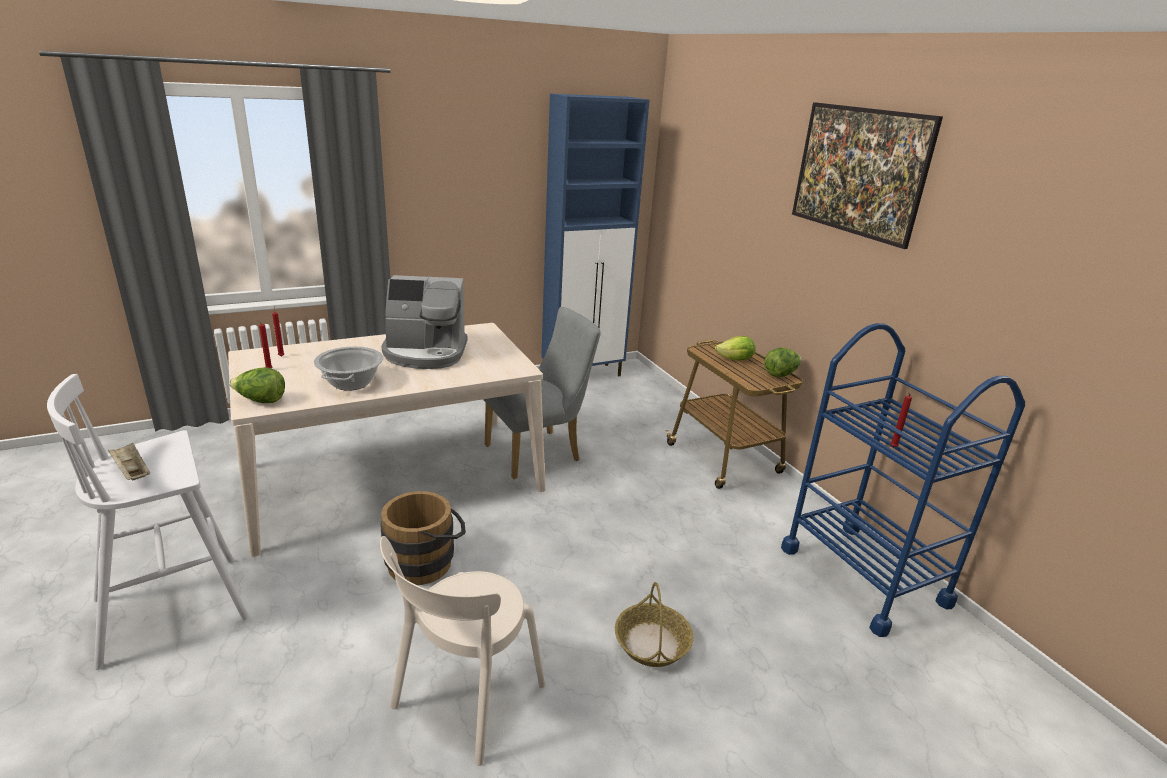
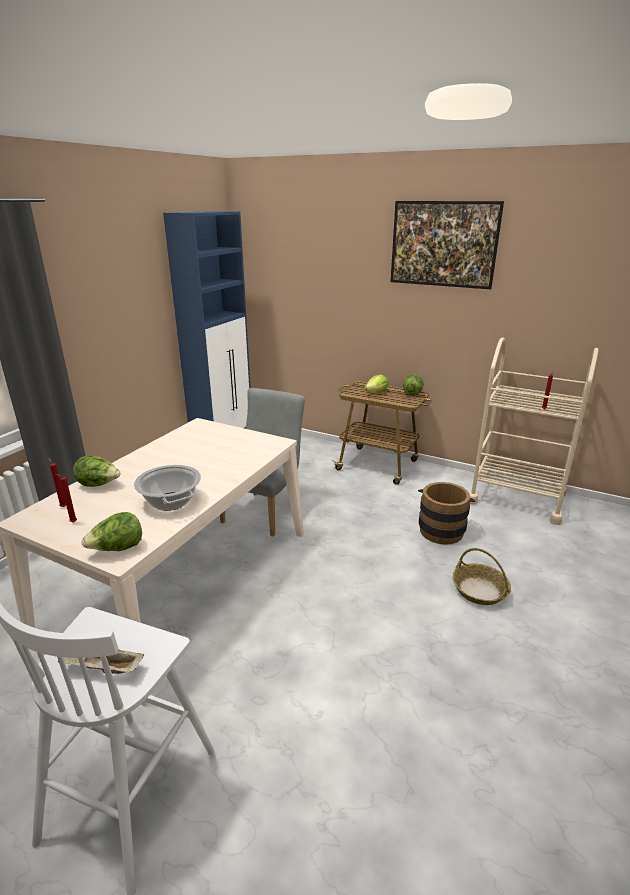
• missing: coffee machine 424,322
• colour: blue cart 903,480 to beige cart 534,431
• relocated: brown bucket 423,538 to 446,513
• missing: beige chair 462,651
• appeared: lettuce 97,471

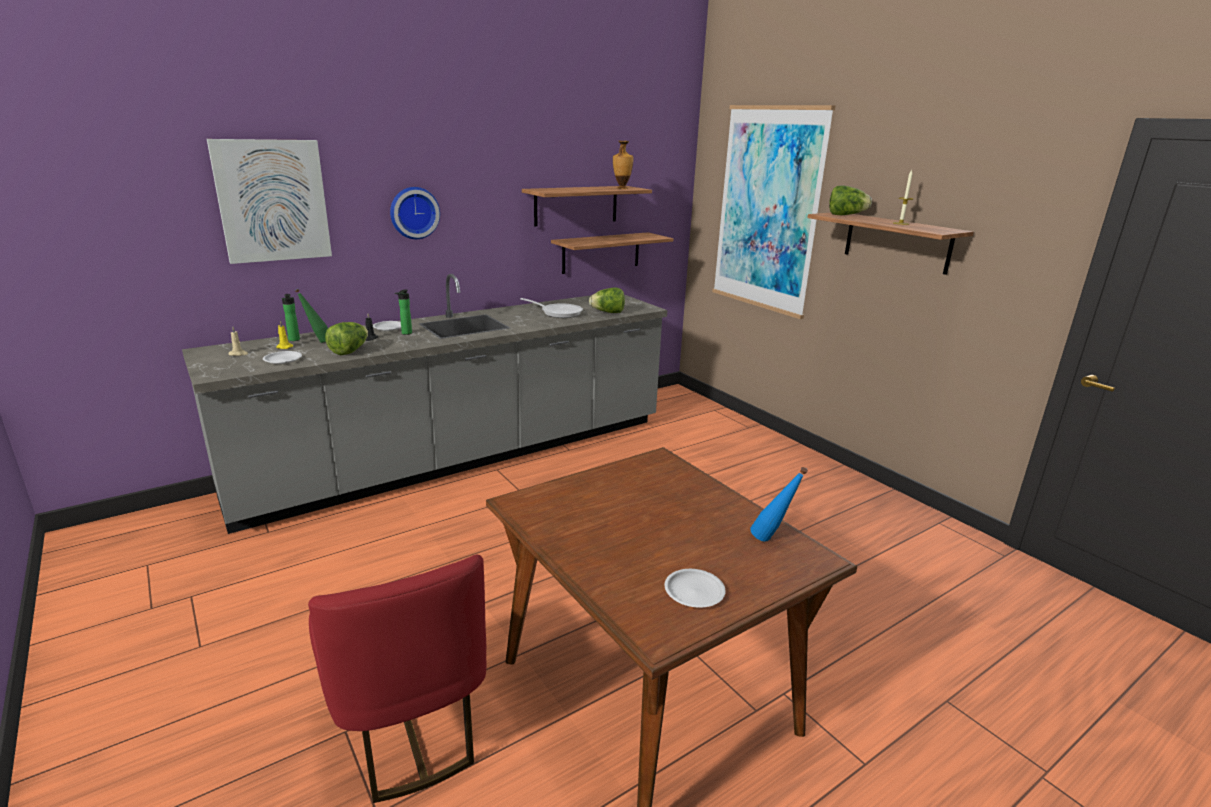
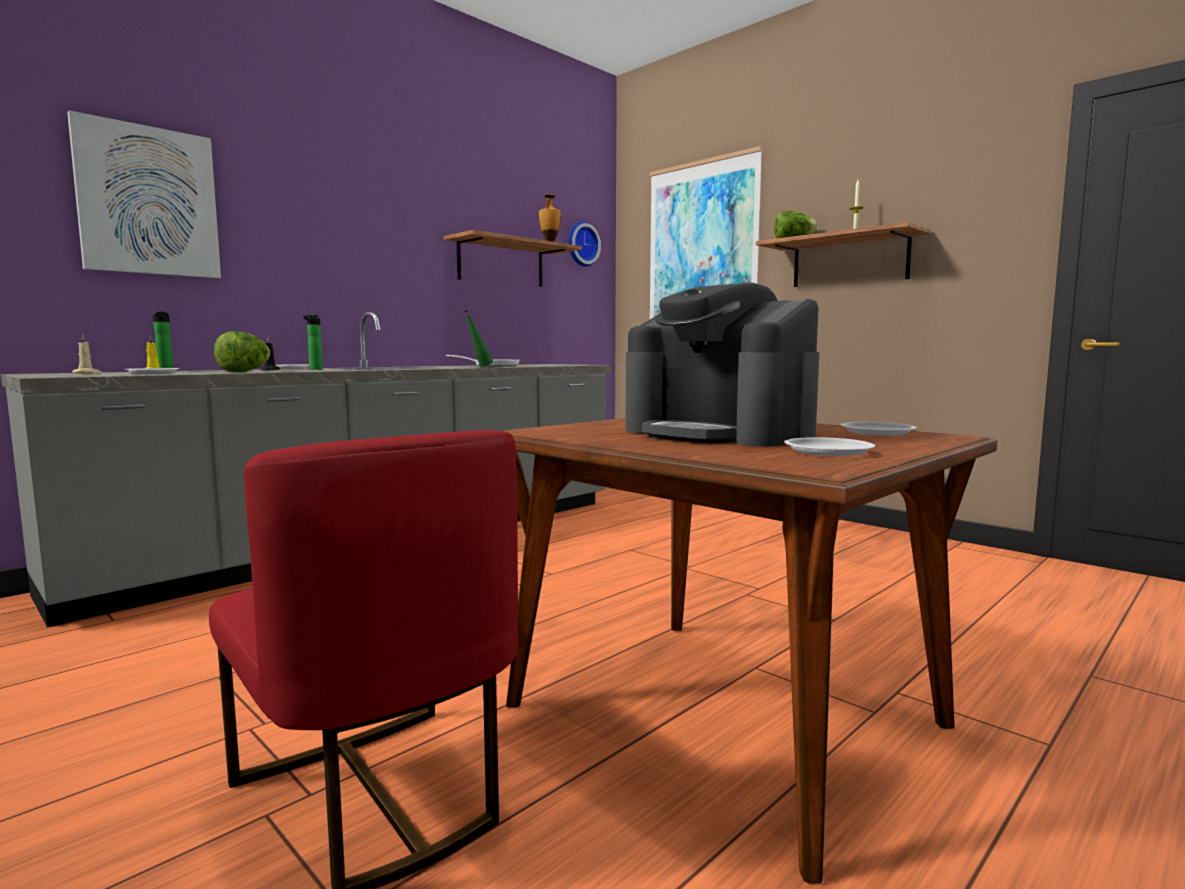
• relocated: wall clock 415,213 to 584,244
• missing: shelf 612,253
• missing: lettuce 607,300
• relocated: green bottle 311,316 to 478,338
• exchanged: blue bottle 779,504 to white plate 879,429
• appeared: coffee machine 722,364

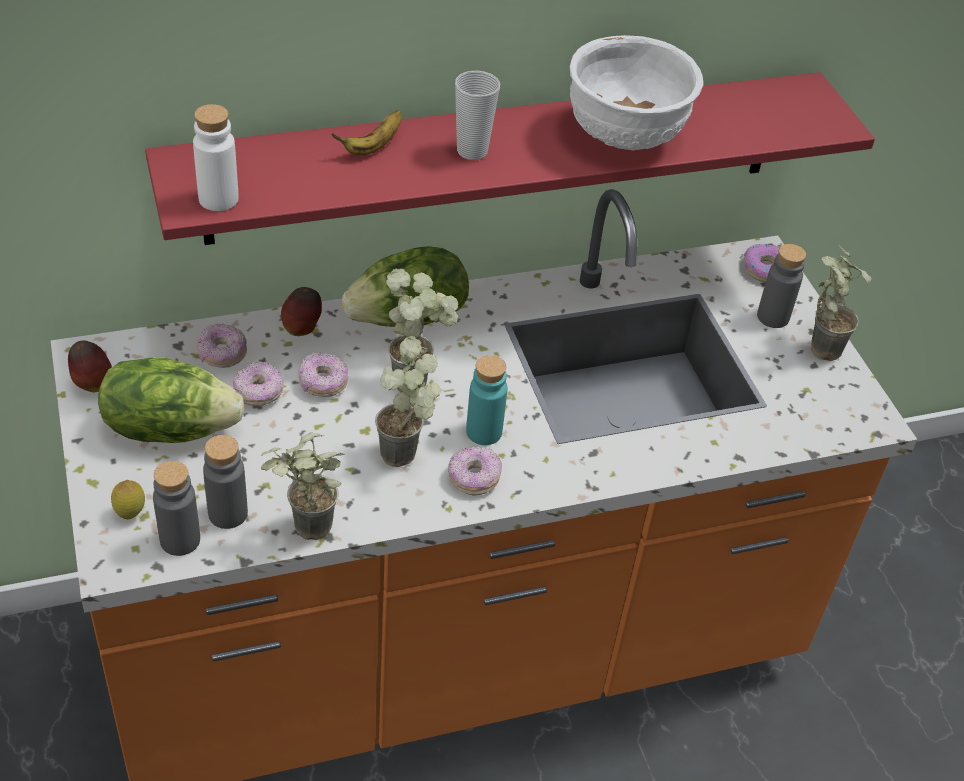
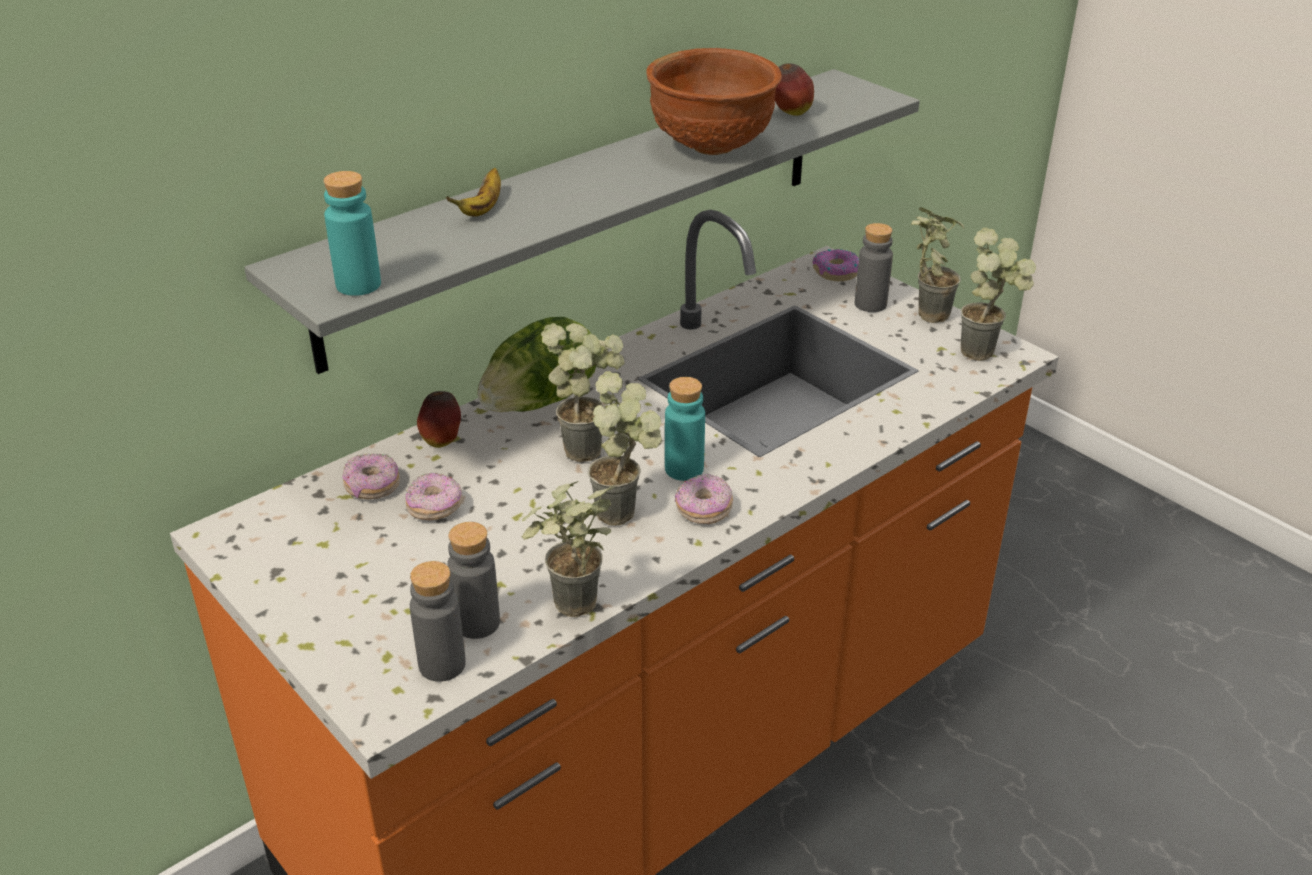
• colour: white bowl 636,93 to brown bowl 714,101
• missing: cup 477,115
• colour: red shelf 510,158 to grey shelf 582,221
• colour: white bottle 216,157 to turquoise bottle 352,233
• relocated: apple 90,366 to 794,89
• missing: donut 323,374
• missing: lettuce 171,400
• missing: lemon 128,499
• appeared: potted plant 998,294

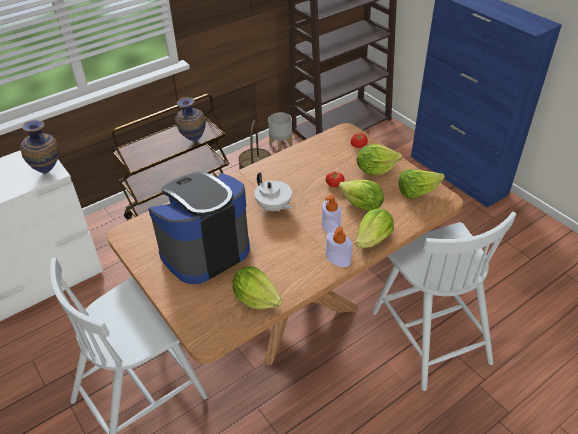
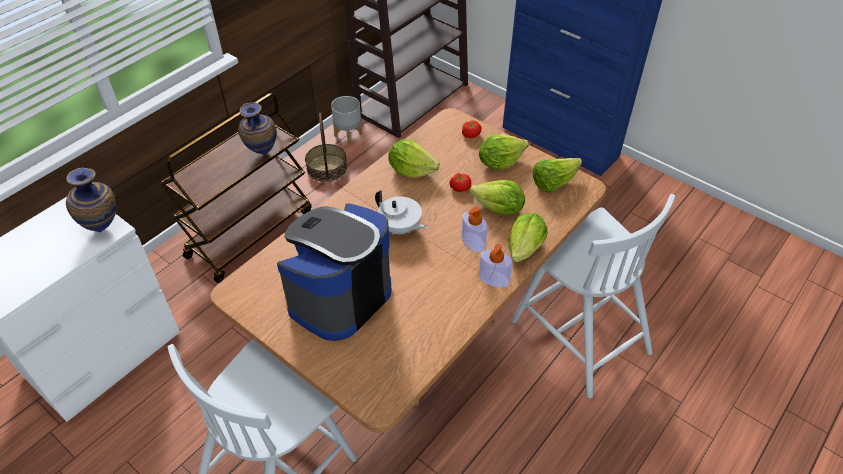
• relocated: lettuce 257,287 to 414,158

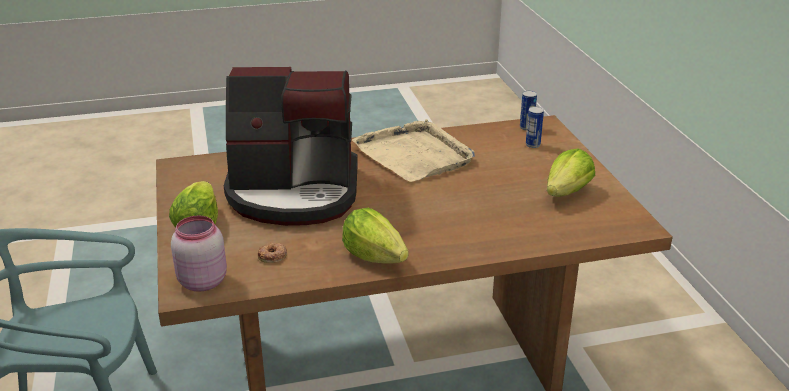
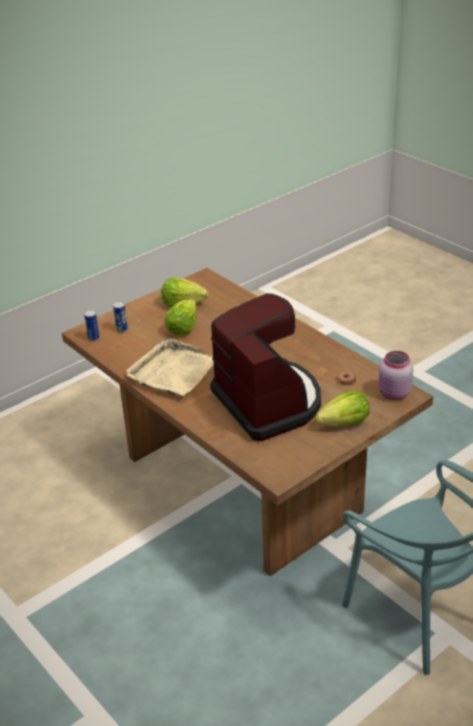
• relocated: lettuce 375,236 to 181,317

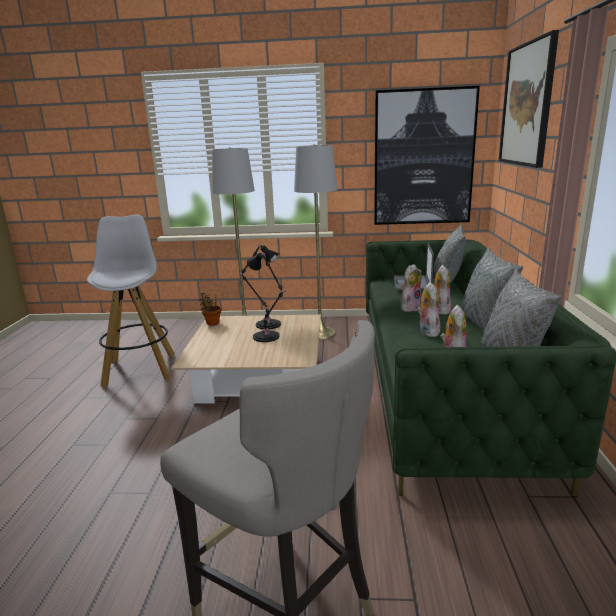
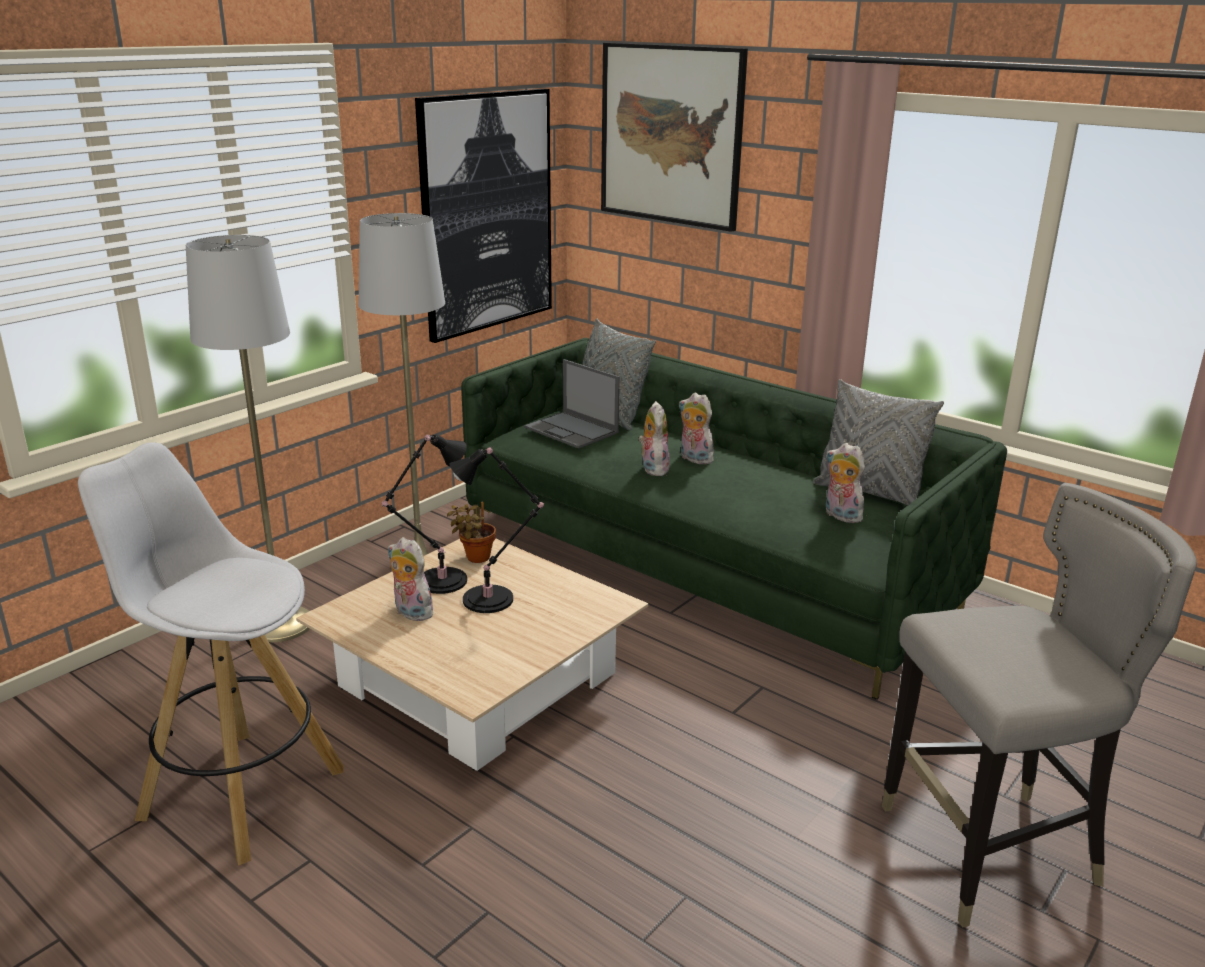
• missing: grey pillow 491,289
• relocated: plush toy 428,309 to 412,579
• relocated: potted plant 209,309 to 471,532

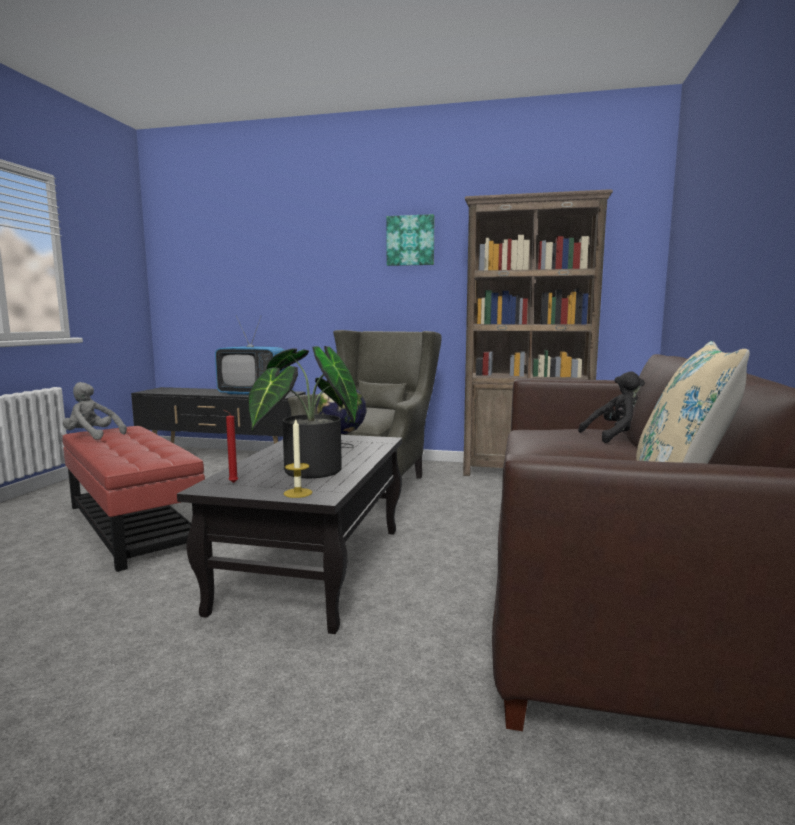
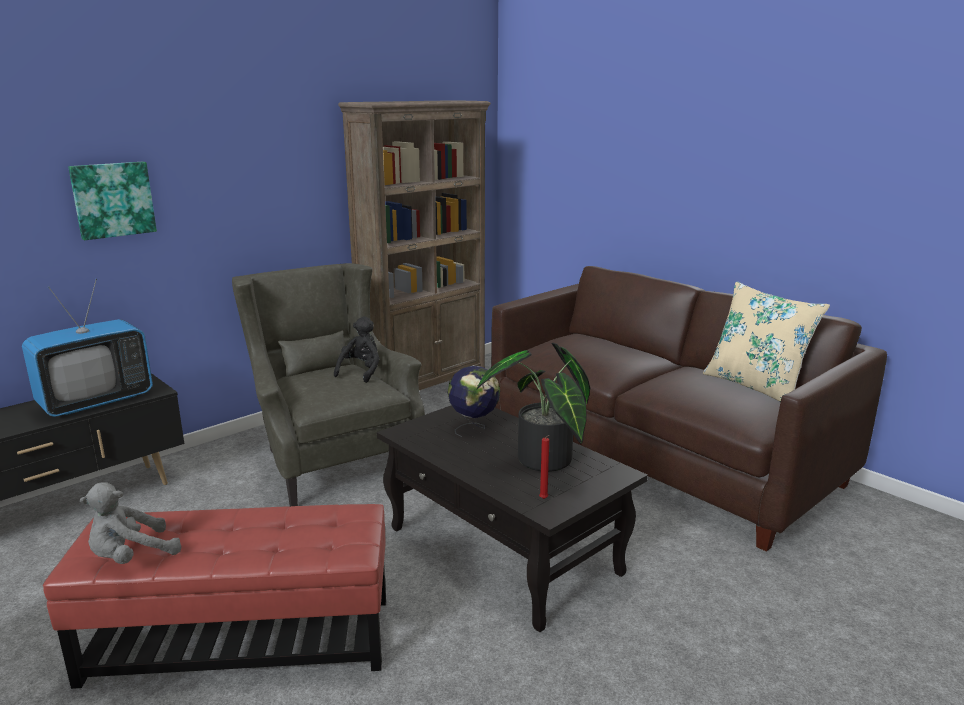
• relocated: picture 410,240 to 112,201
• relocated: black plush toy 611,407 to 357,349
• missing: candle 298,458

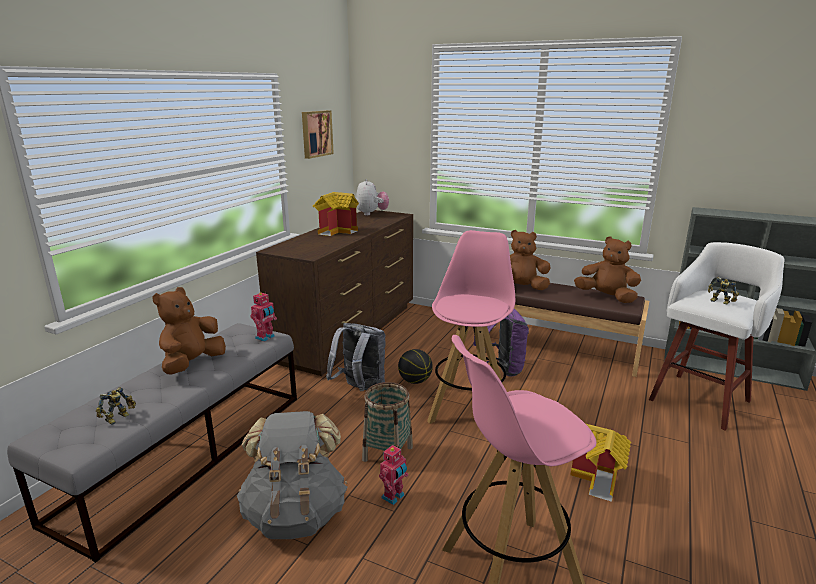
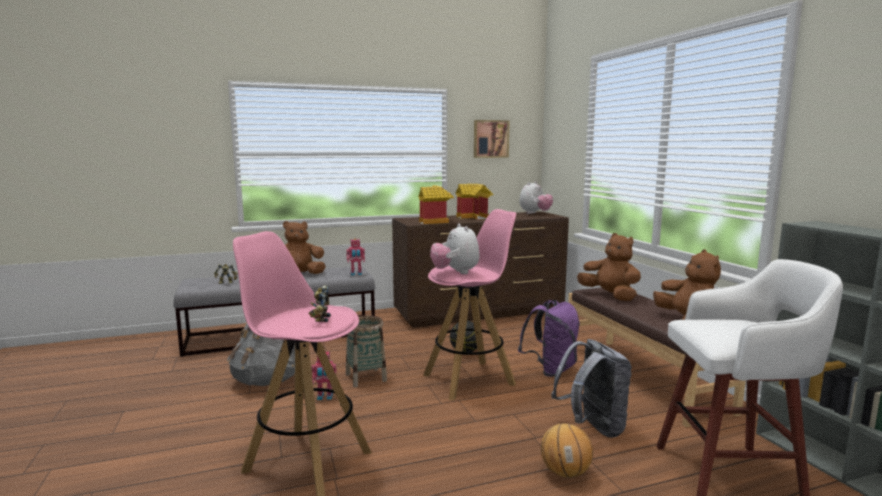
• relocated: toy robot 723,290 to 320,303
• relocated: grey backpack 356,357 to 591,388
• relocated: toy house 601,463 to 436,204
• appeared: plush toy 454,249
• appeared: basketball 567,450

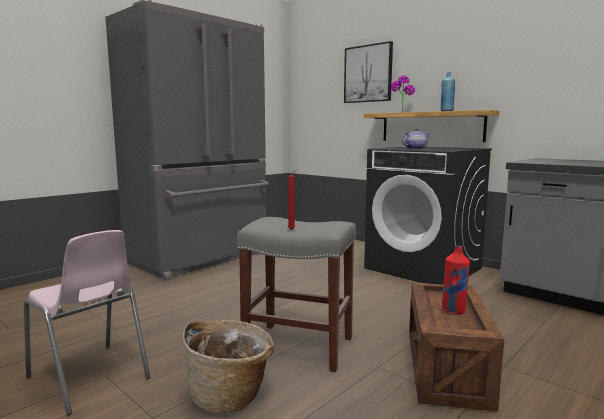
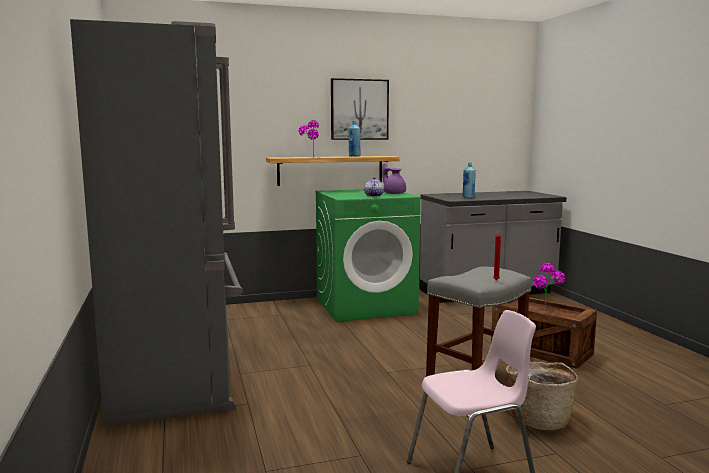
• relocated: picture 368,72 to 360,109
• colour: black washing machine 428,216 to green washing machine 368,255
• exchanged: red bottle 456,280 to potted plant 549,285
• appeared: purple teapot 394,178
• appeared: blue bottle 469,180

